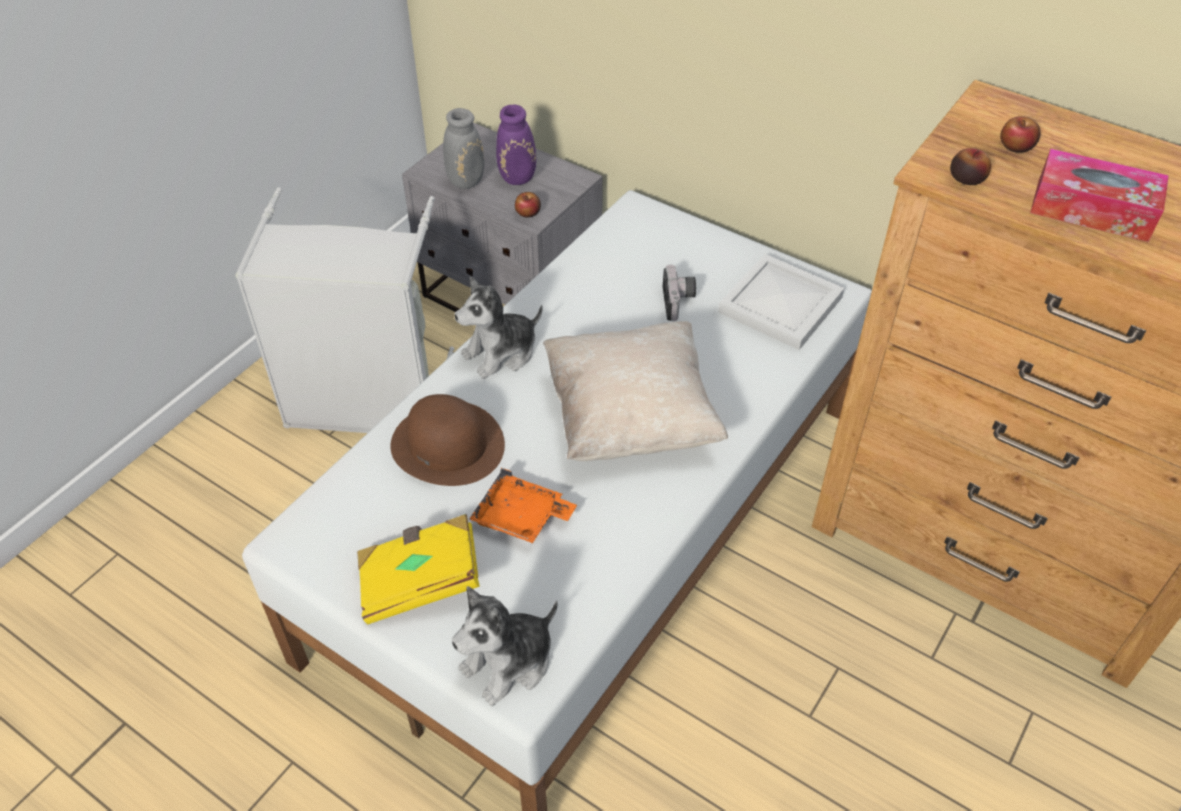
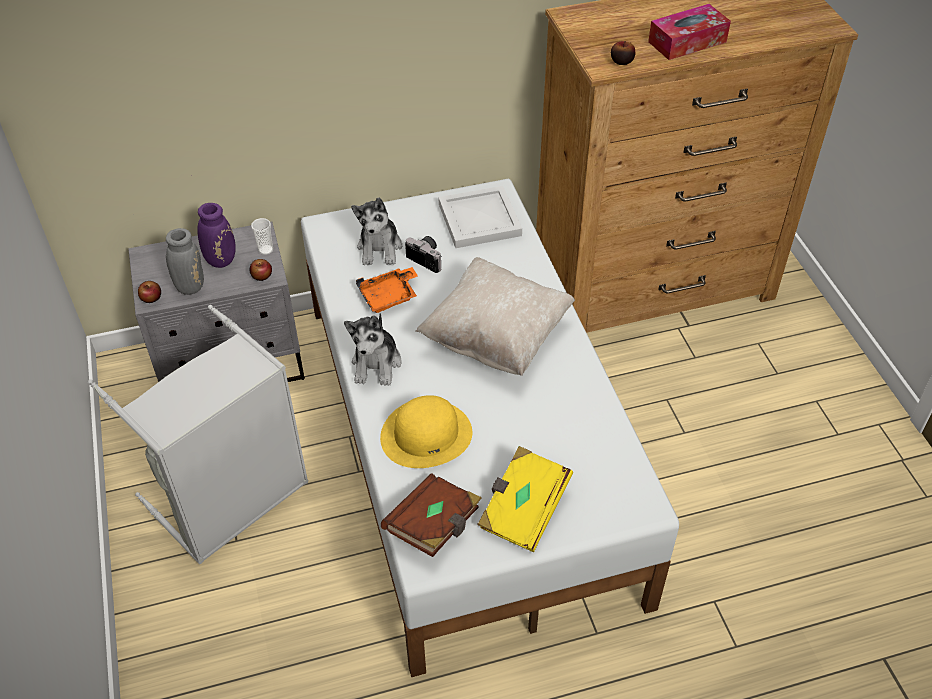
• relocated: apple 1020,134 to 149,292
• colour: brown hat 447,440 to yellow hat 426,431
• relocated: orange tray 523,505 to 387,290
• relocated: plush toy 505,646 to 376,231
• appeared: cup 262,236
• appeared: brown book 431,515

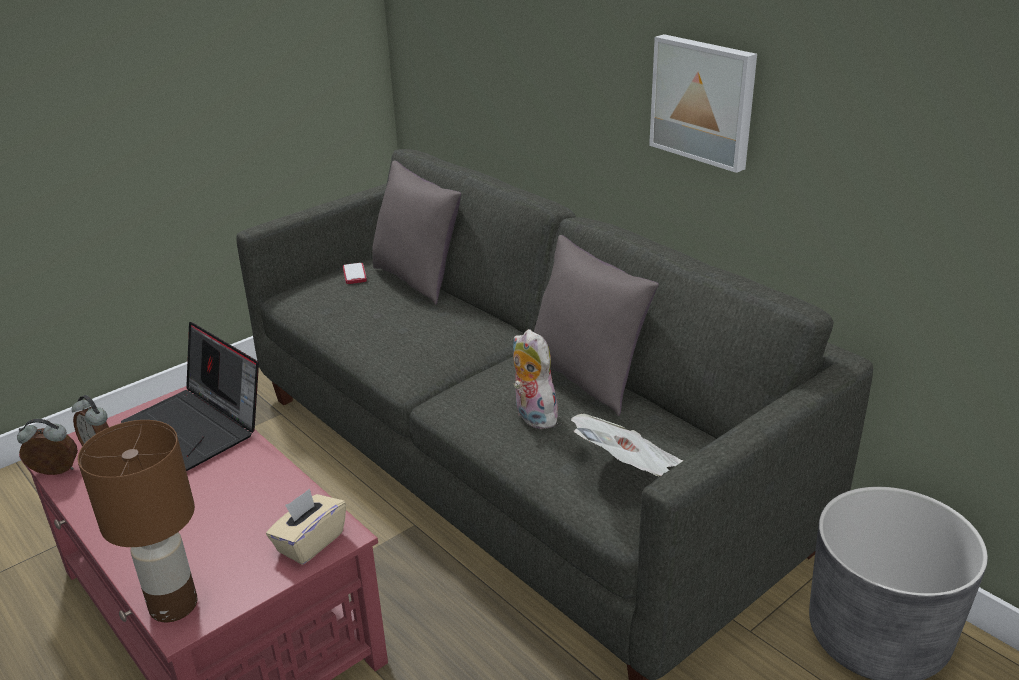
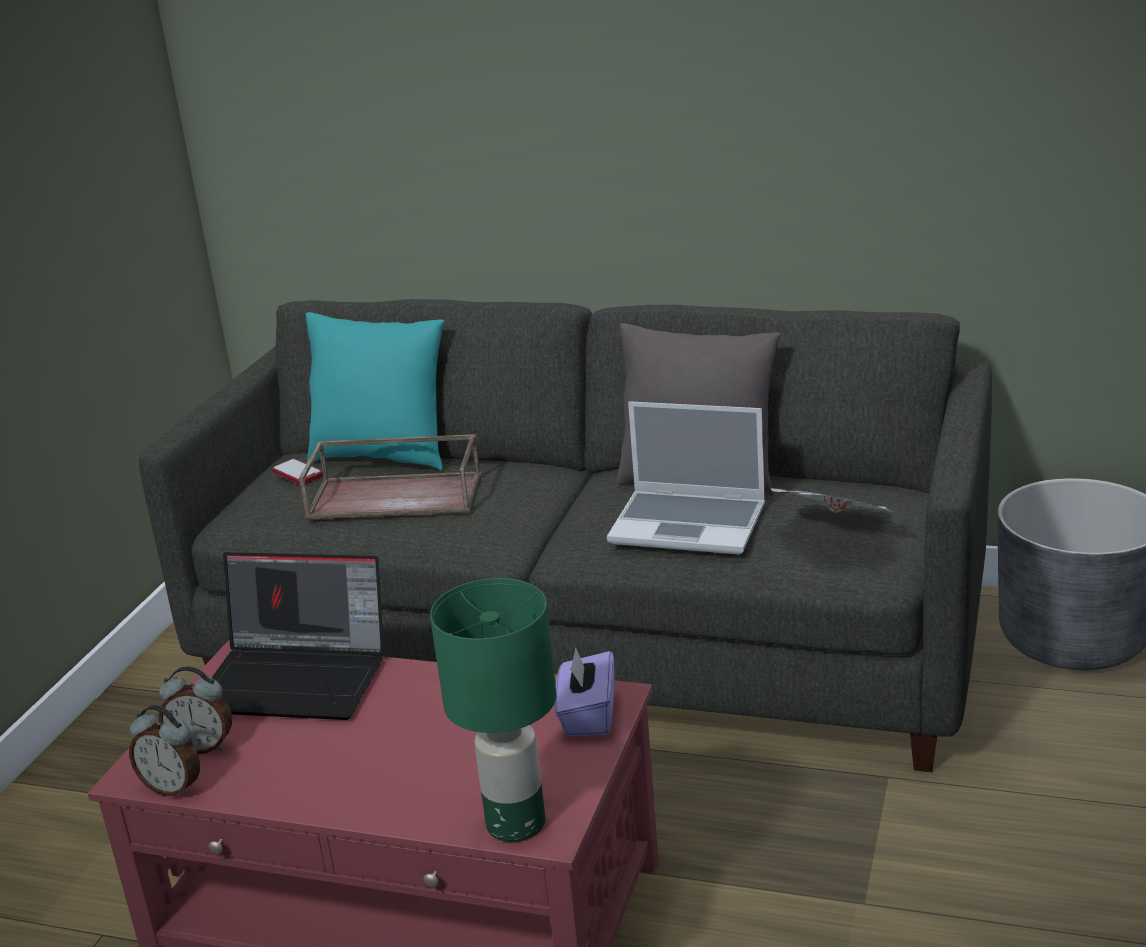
• missing: picture 703,103
• colour: grey pillow 416,232 to turquoise pillow 375,391
• exchanged: plush toy 537,379 to laptop 686,477
• spun: alarm clock 47,447 = 164,751 120 degrees counterclockwise
• colour: brown table lamp 137,521 to green table lamp 493,710
• colour: beige tissue box 306,526 to purple tissue box 584,691
• appeared: brown tray 390,477

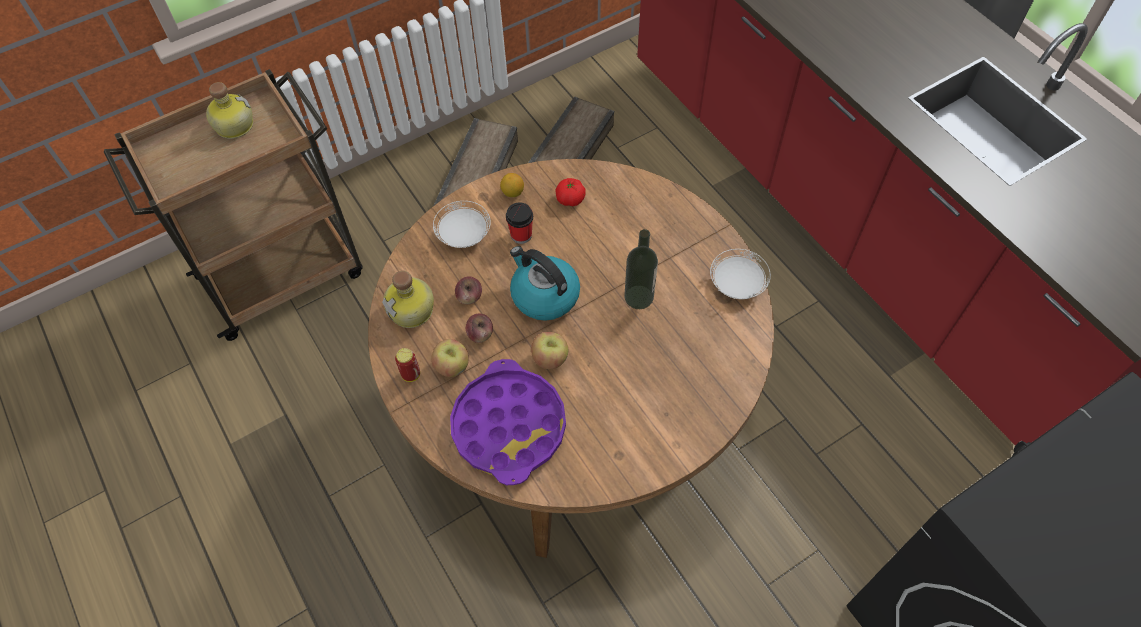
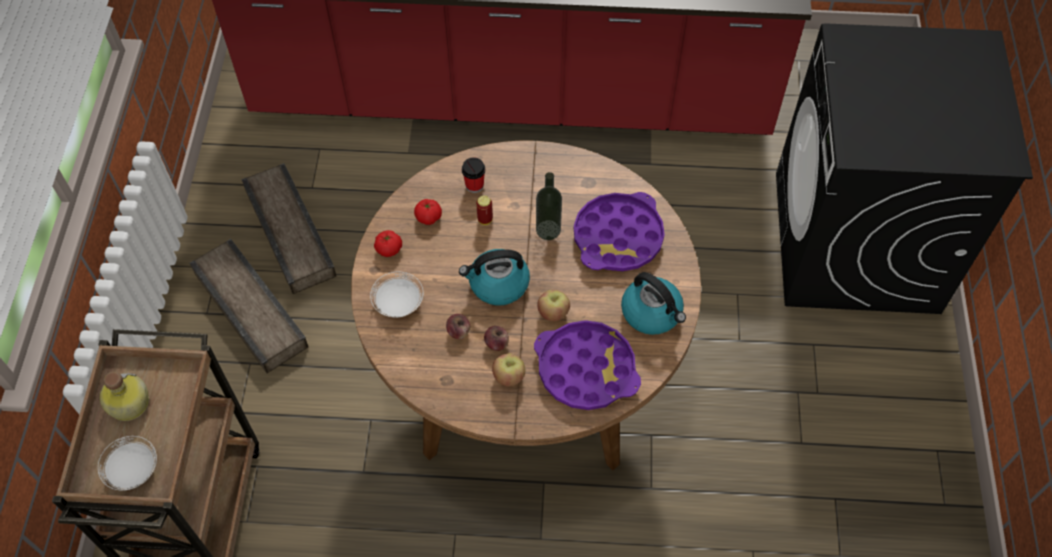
• exchanged: lemon 512,185 to tomato 388,243
• relocated: cup 519,223 to 473,175
• relocated: white plate 740,274 to 127,463
• missing: bottle 408,299
• relocated: can 407,365 to 484,210
• appeared: purple tray 619,231
• appeared: kettle 653,303

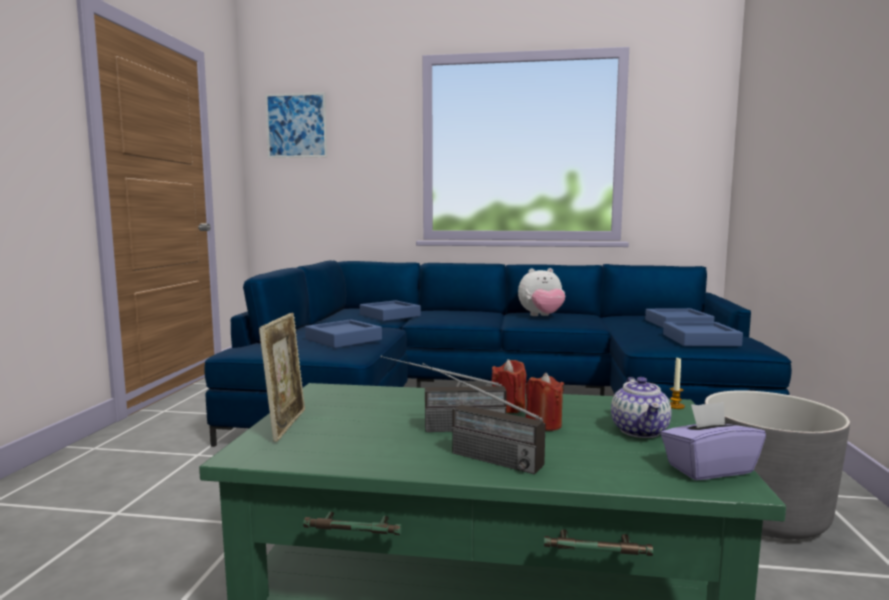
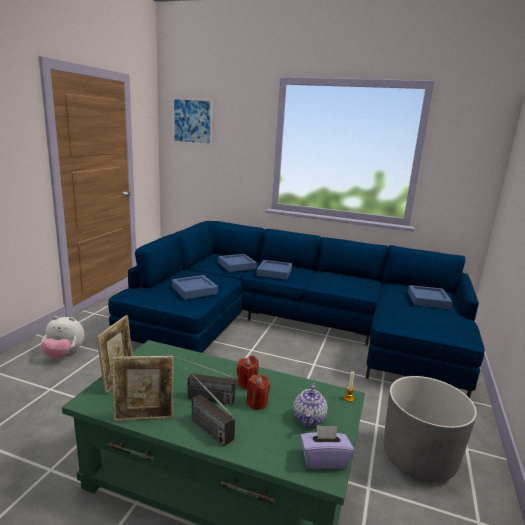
• relocated: plush toy 541,292 to 63,337
• relocated: blue tray 703,334 to 274,270
• appeared: picture frame 143,388

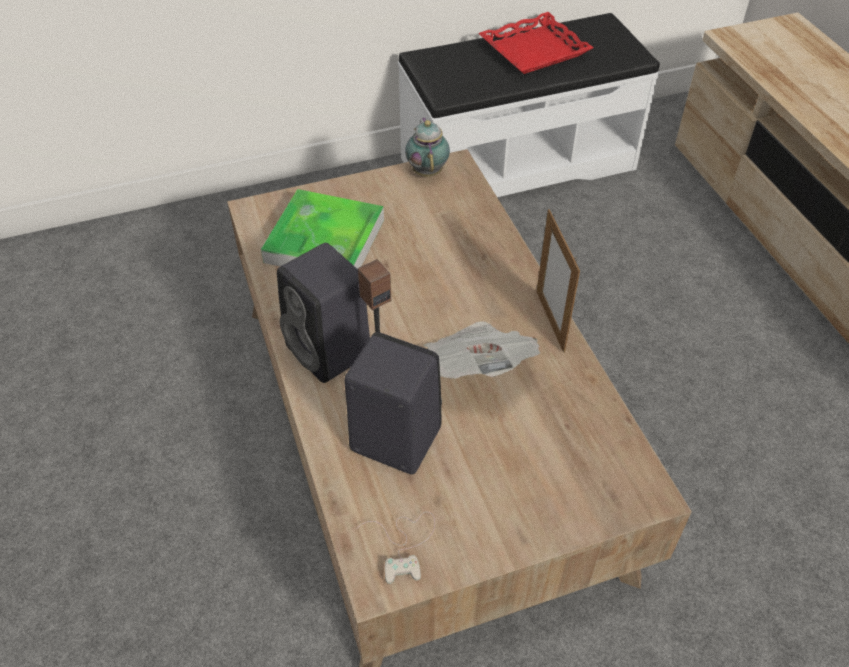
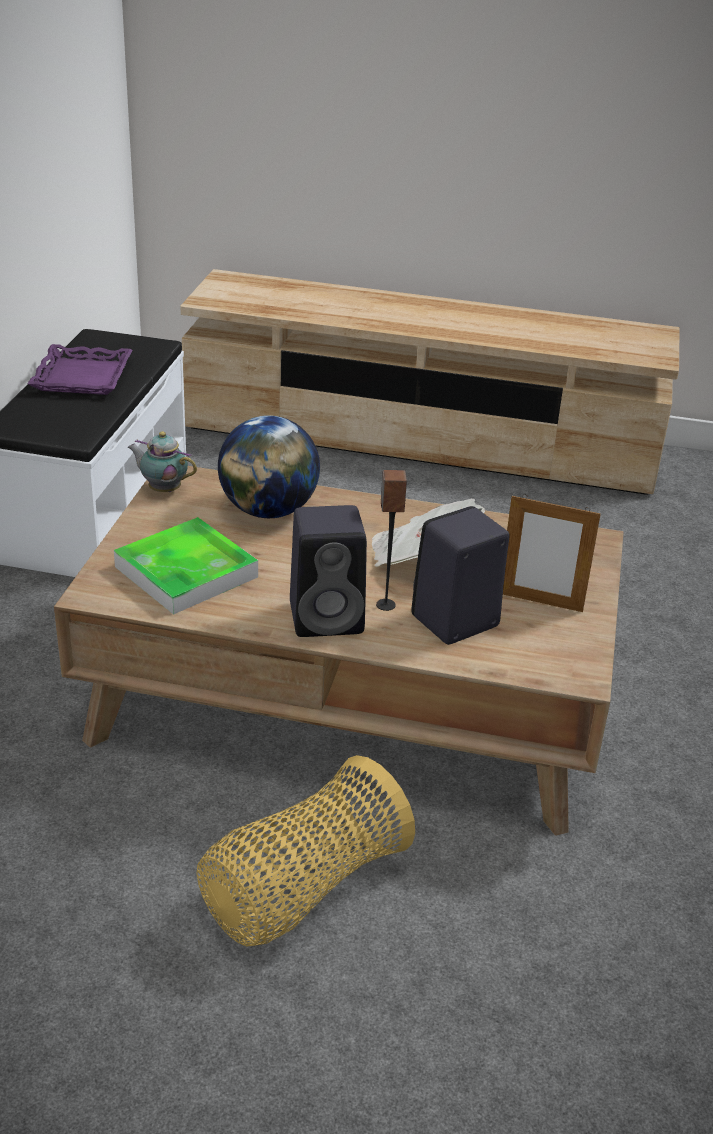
• colour: red tray 536,43 to purple tray 80,369
• relocated: picture frame 558,281 to 552,553
• missing: white game controller 395,548
• appeared: globe 269,466
• appeared: basket 306,851

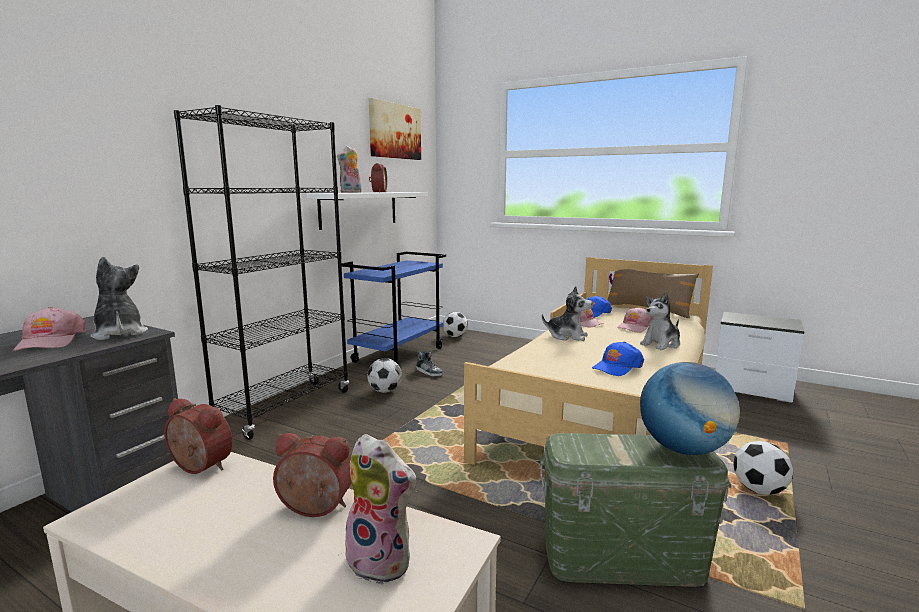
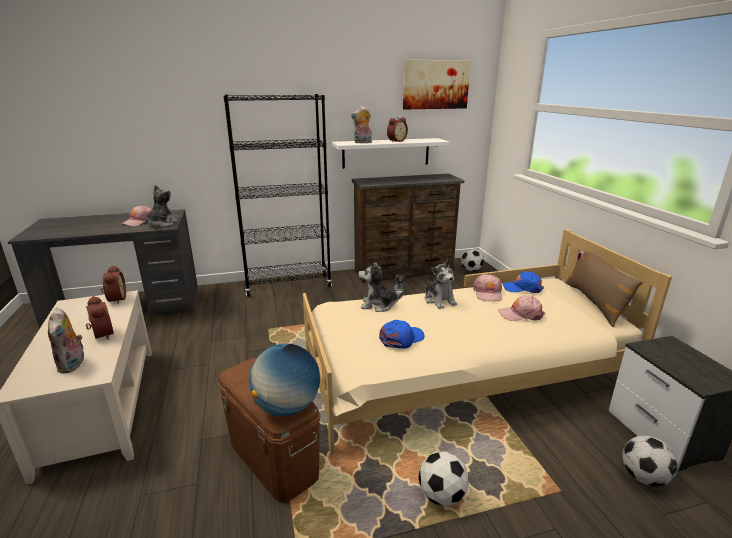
• exchanged: blue cart 393,308 to brown dresser 408,228
• relocated: plush toy 660,321 to 381,287
• spun: blue cap 618,358 = 402,334 135 degrees clockwise
• relocated: football 384,375 to 650,461
• colour: green storage box 635,510 to brown storage box 269,430

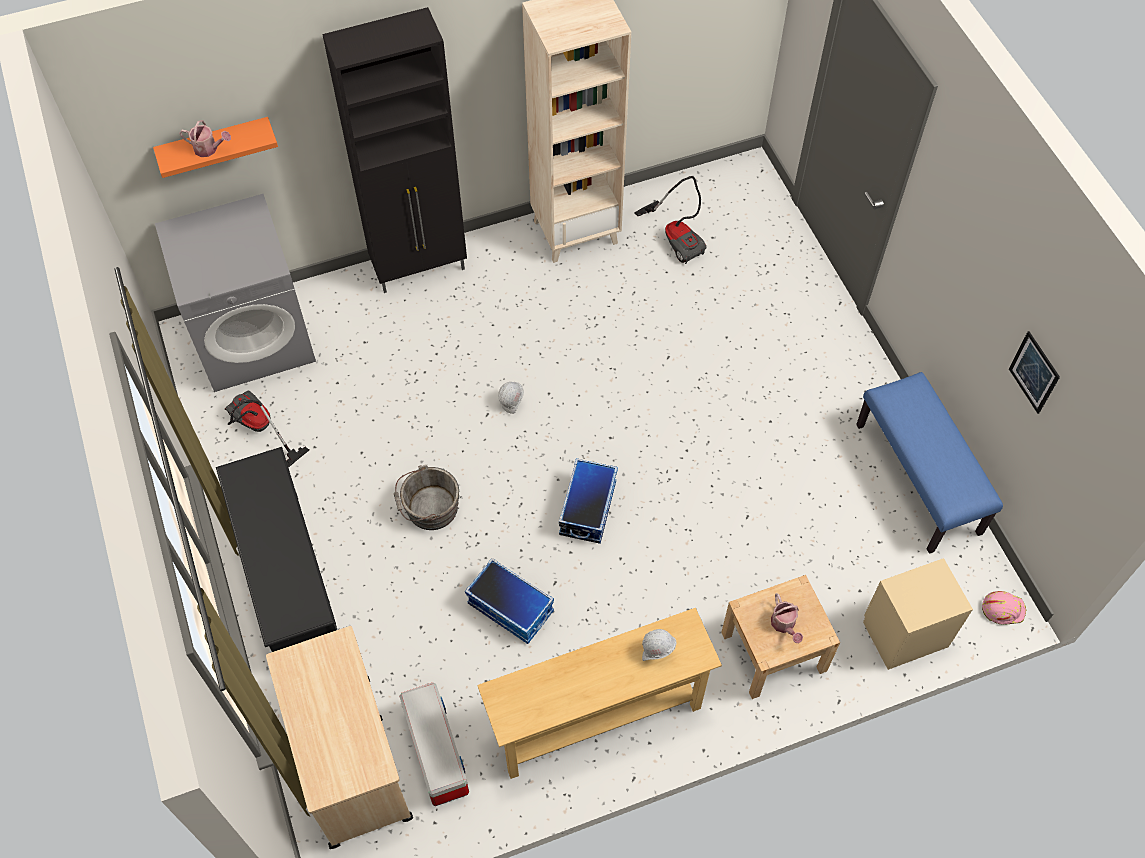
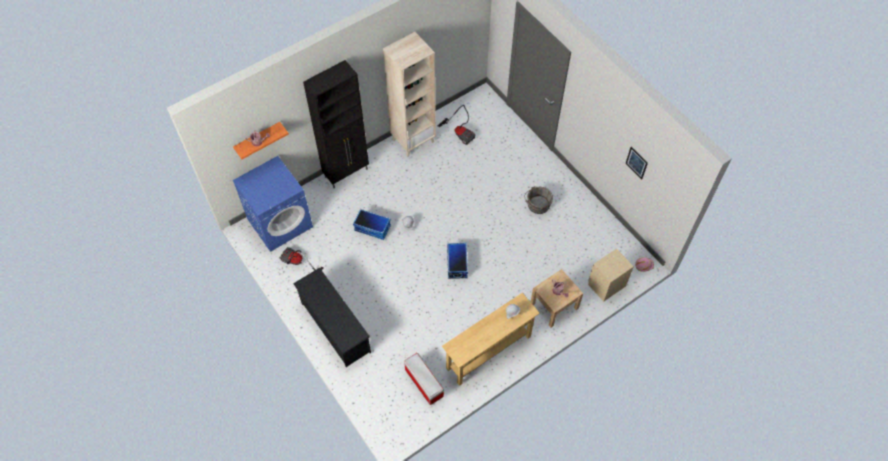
• colour: grey washing machine 235,293 to blue washing machine 273,204
• missing: blue bench 929,463
• relocated: grey bucket 426,497 to 538,200
• relocated: storage box 509,601 to 372,224
• missing: beige cart 339,737

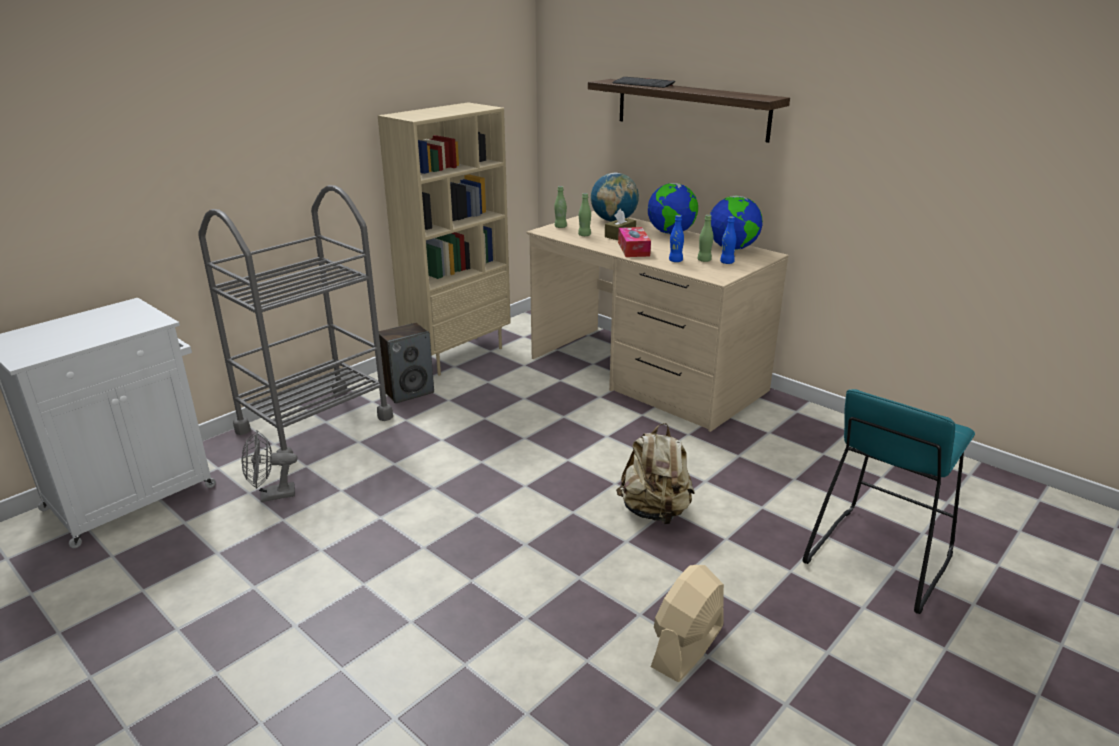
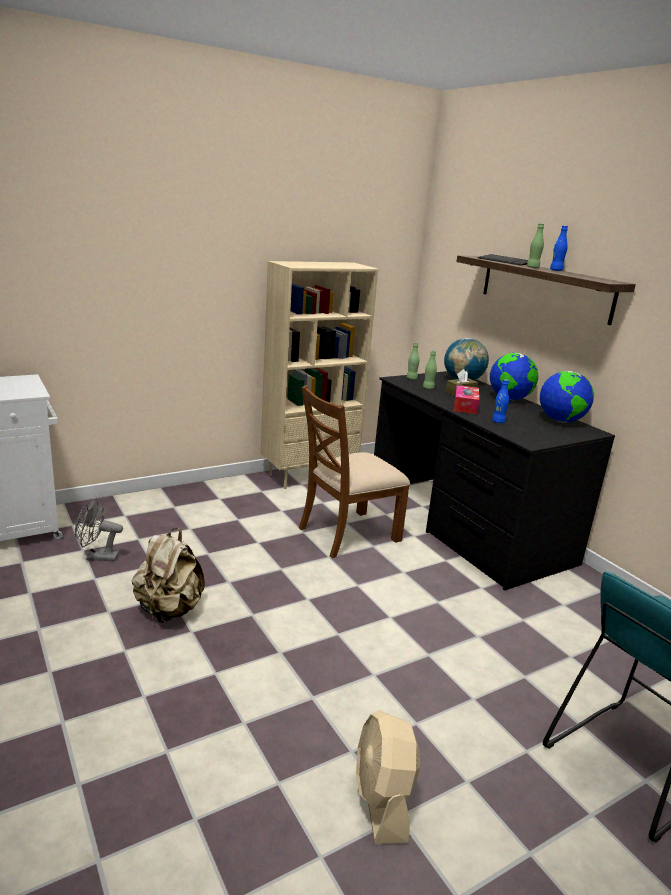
• missing: grey cart 295,325
• colour: beige desk 657,321 to black desk 494,481
• relocated: green bottle 705,238 to 535,245
• relocated: blue bottle 728,240 to 559,248
• missing: speaker 406,363
• relocated: beige backpack 655,473 to 168,575
• spun: beige fan 687,623 = 388,777 60 degrees counterclockwise
• appeared: brown chair 354,471

